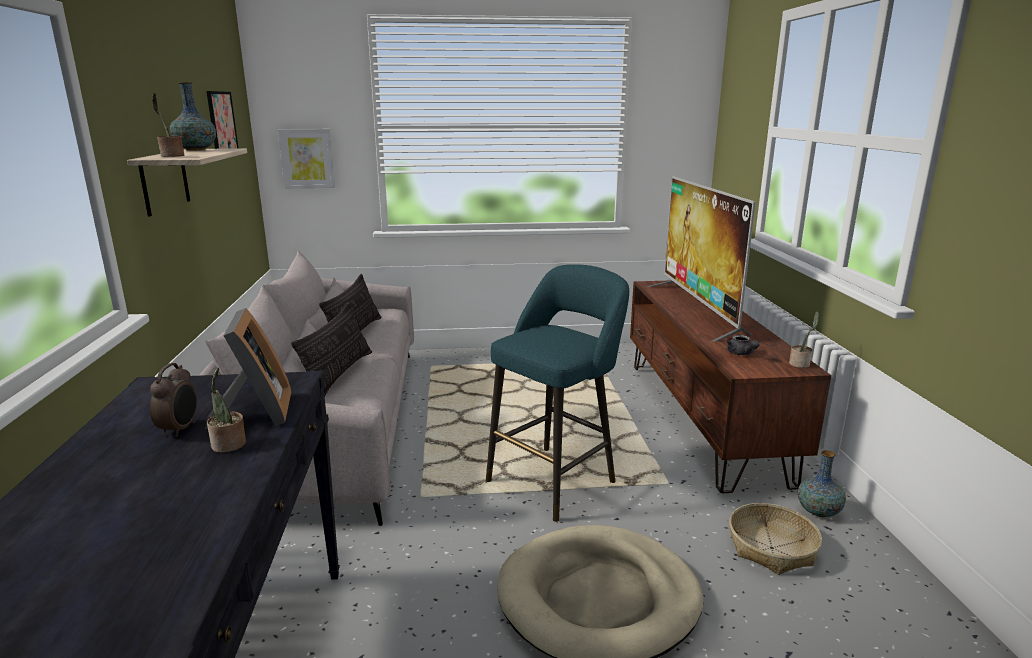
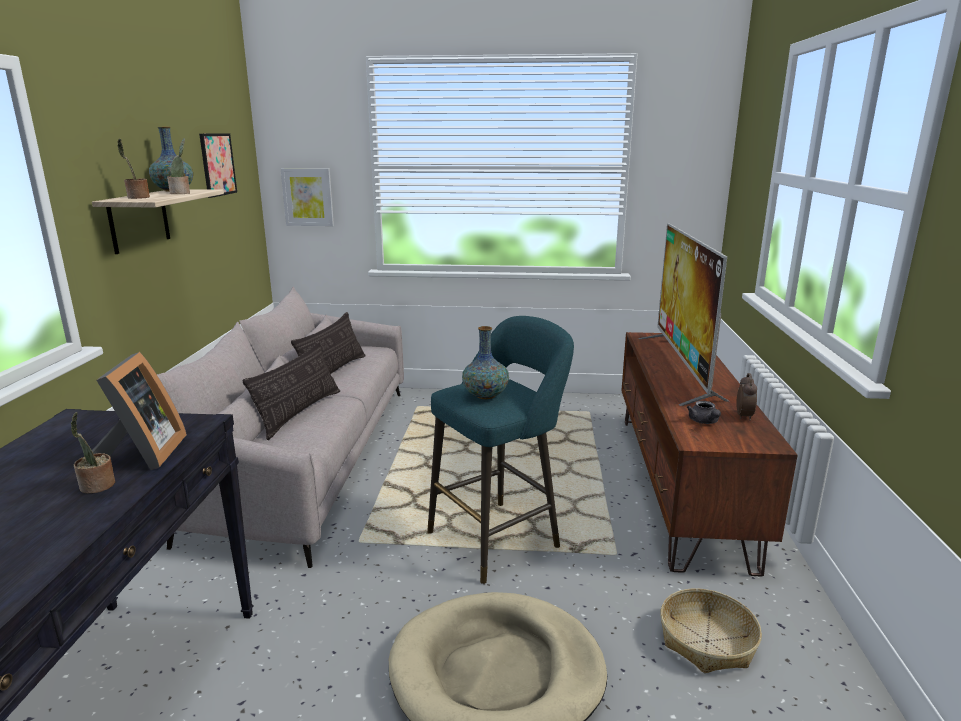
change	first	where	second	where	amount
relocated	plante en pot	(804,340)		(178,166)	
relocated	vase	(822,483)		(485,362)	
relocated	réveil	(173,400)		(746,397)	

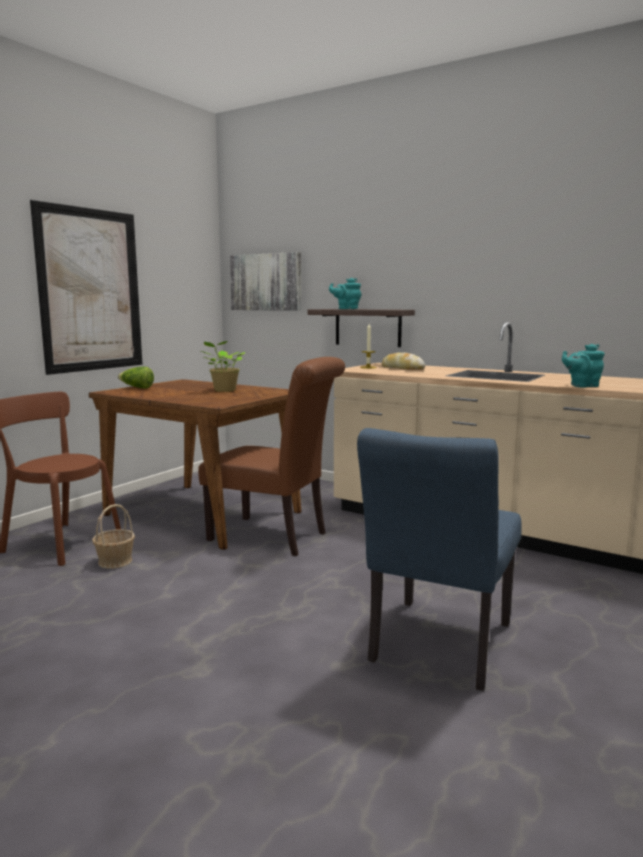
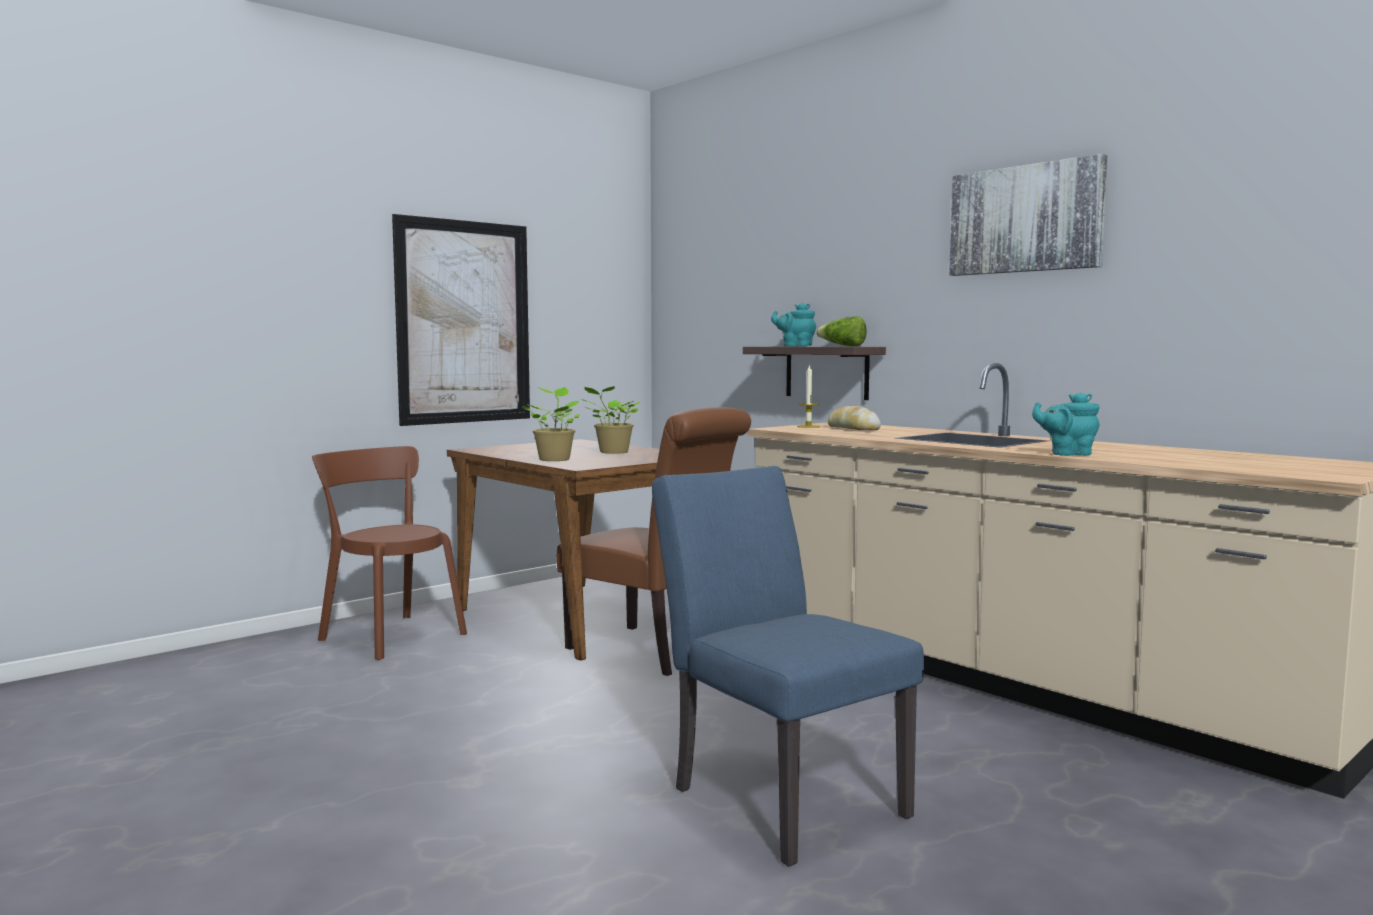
change	first	where	second	where	amount
appeared			plante en pot	(551,424)	
spun	chaise (bleu)	(439,559)		(788,666)	105 degrees clockwise
relocated	laitue	(136,378)		(841,331)	
relocated	tableau	(265,281)		(1028,215)	
missing	panier	(113,536)			

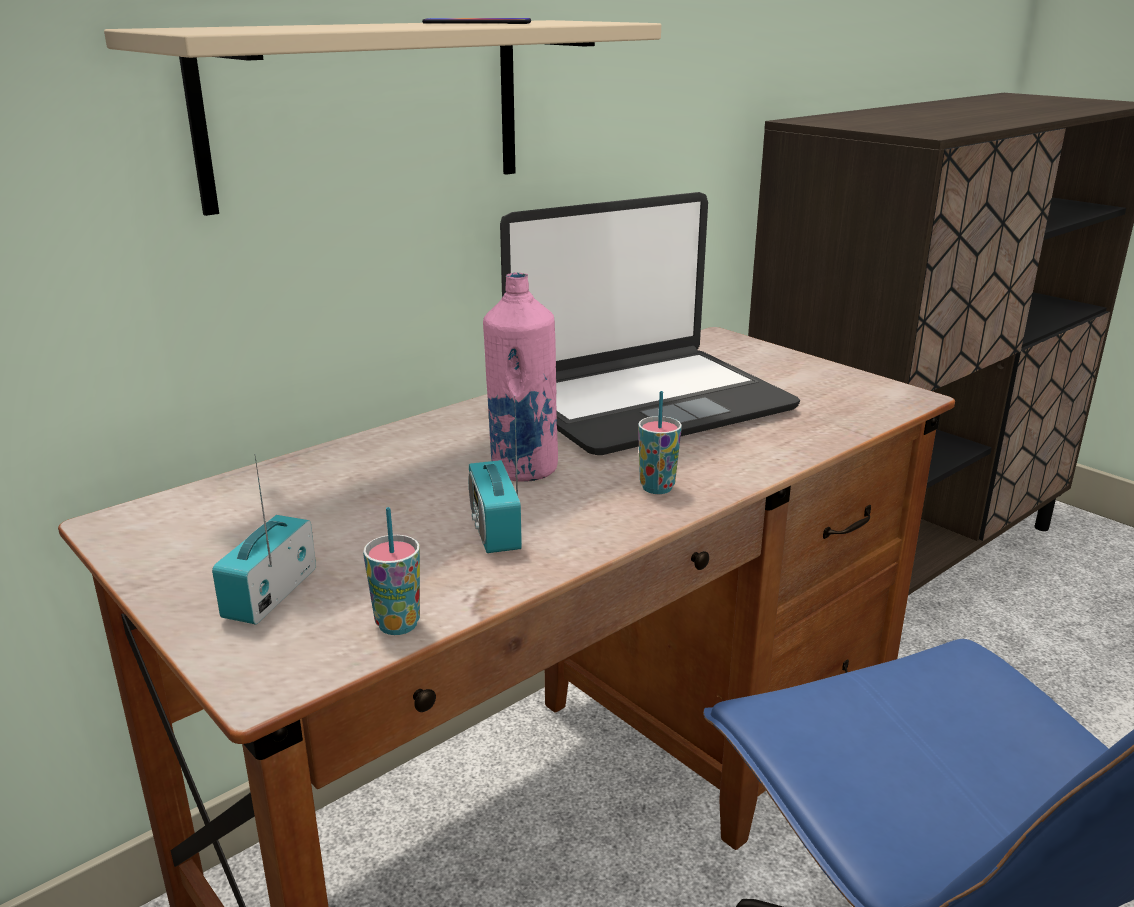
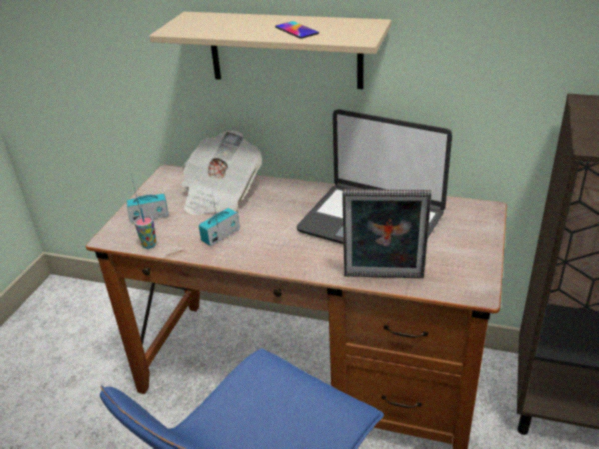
change	first	where	second	where	amount
appeared			journal	(221,173)	
appeared			cadre photo	(386,233)	
missing	bouteille (rose)	(520,377)			
missing	tasse	(660,442)			

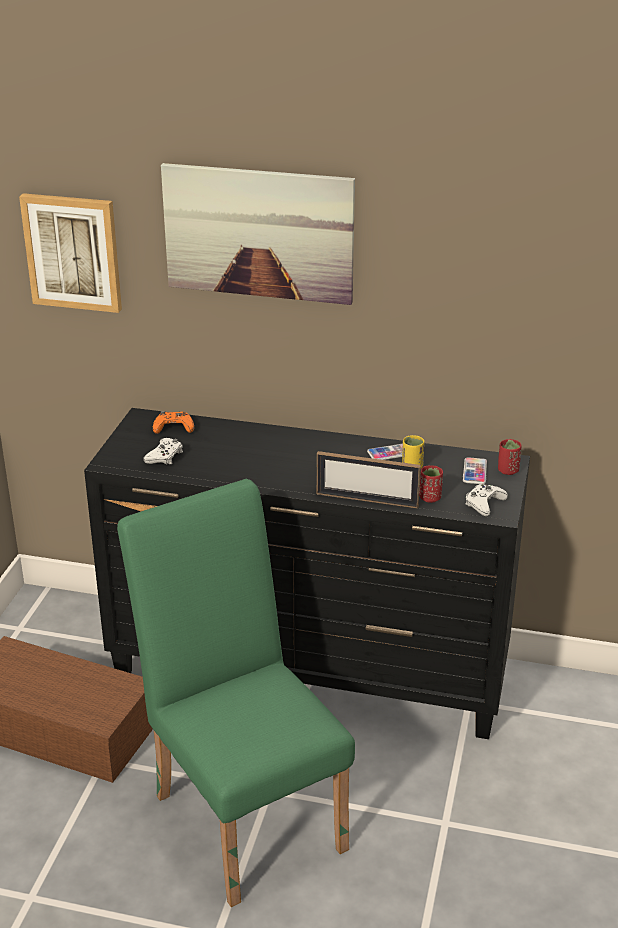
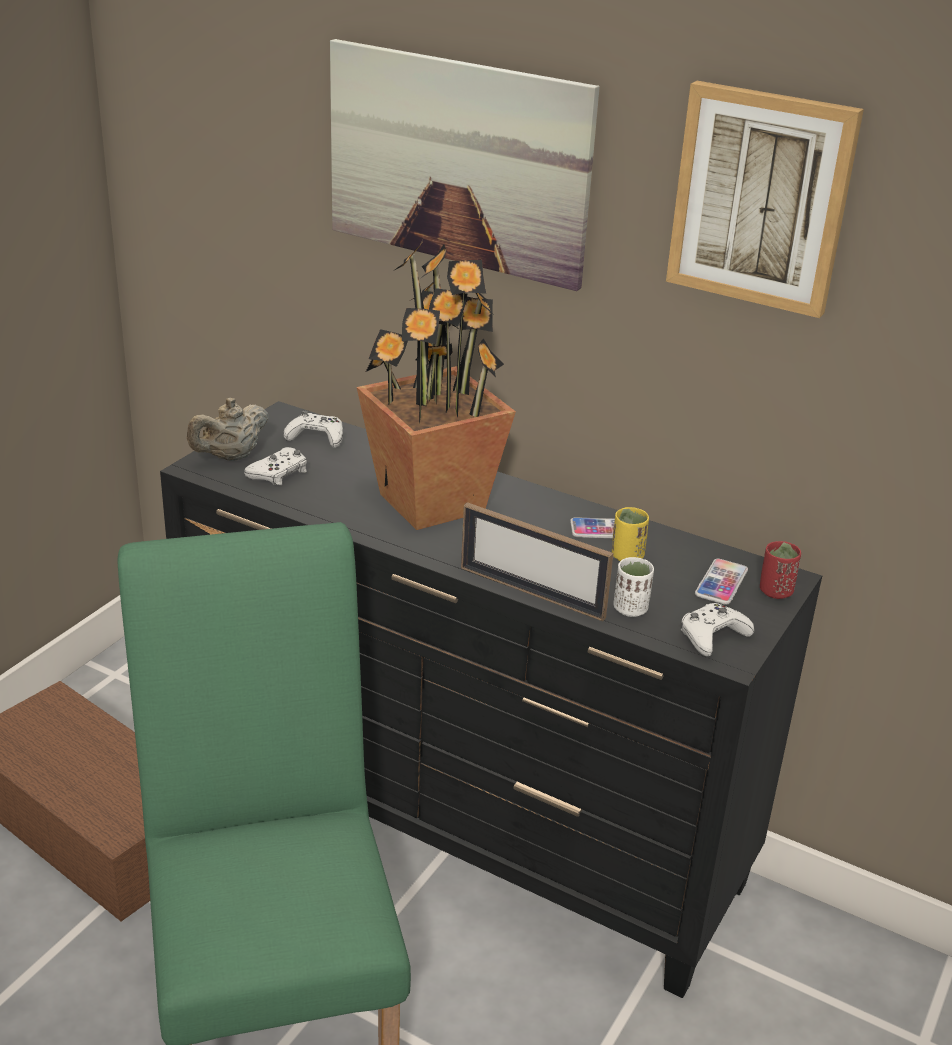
change	first	where	second	where	amount
appeared			théière (beige)	(228,429)	
colour	manette (orange)	(173,422)	manette (blanc)	(313,429)	
appeared			plante en pot	(436,383)	
colour	tasse (rouge)	(431,484)	tasse (blanc)	(633,587)	
relocated	tableau	(70,253)		(765,199)	

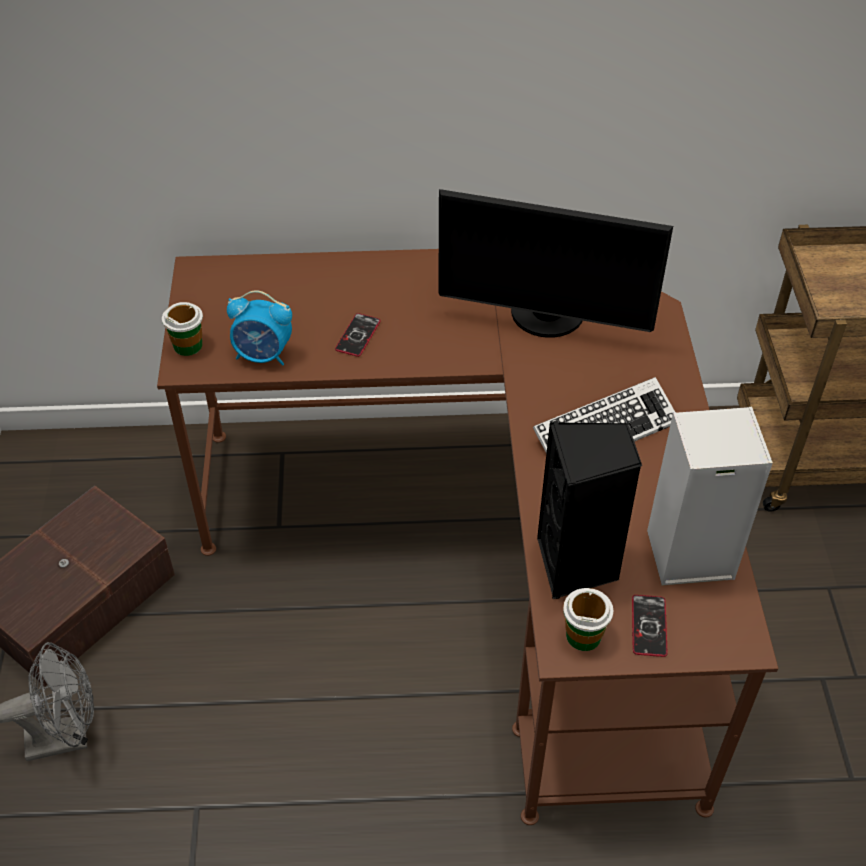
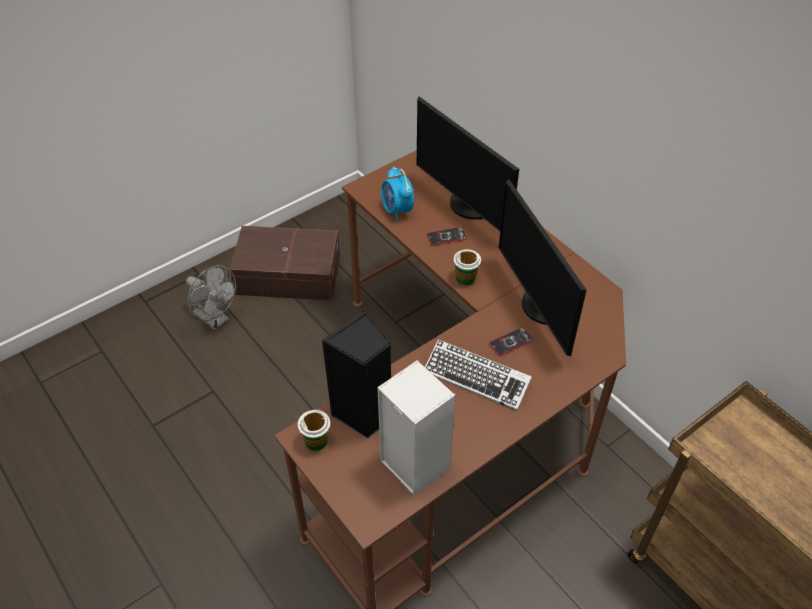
change	first	where	second	where	amount
appeared			écran d'ordinateur	(468,163)	
relocated	tasse	(182,329)		(467,267)	
relocated	téléphone	(650,626)		(511,341)	

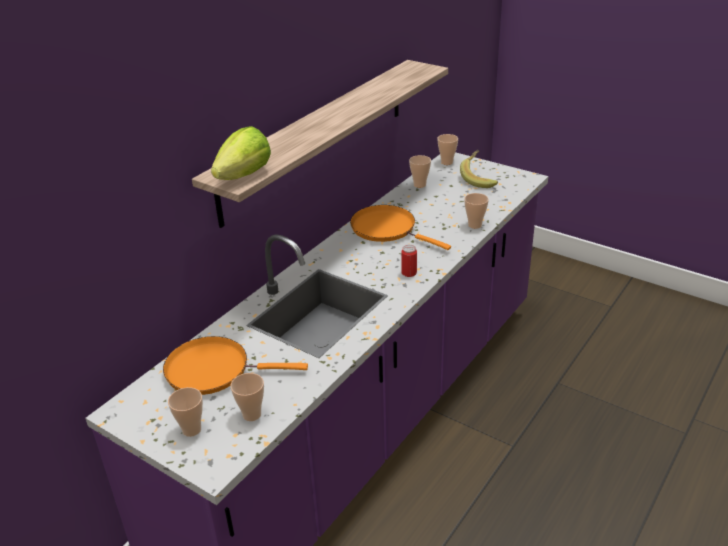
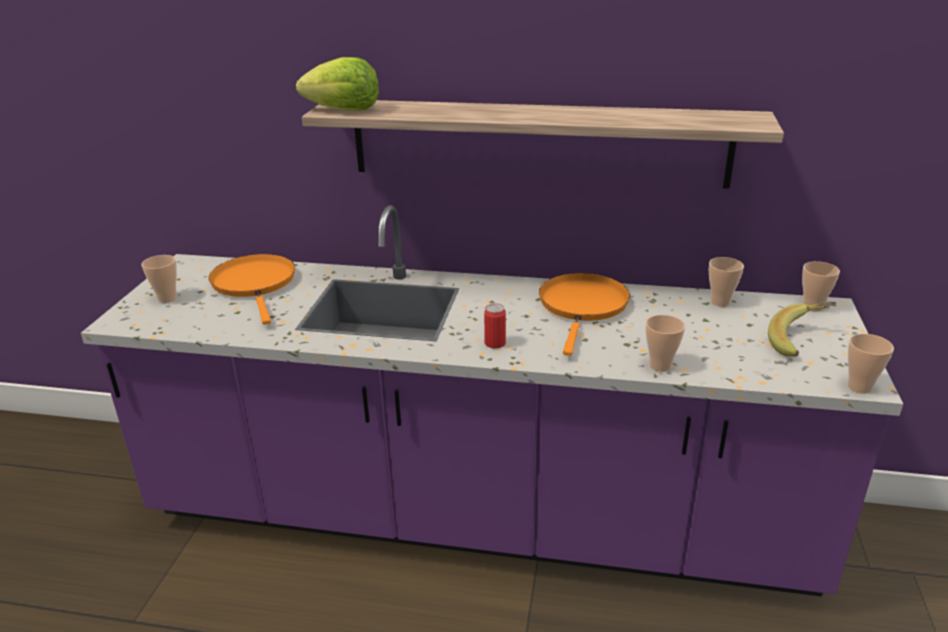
change	first	where	second	where	amount
relocated	tasse	(247,397)		(871,364)	

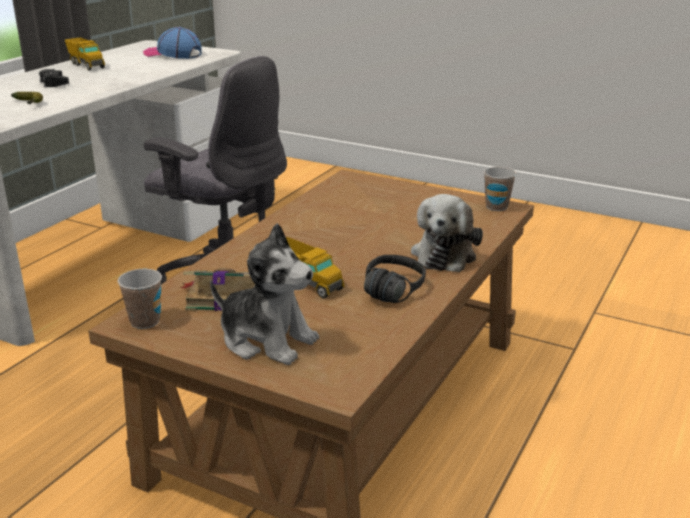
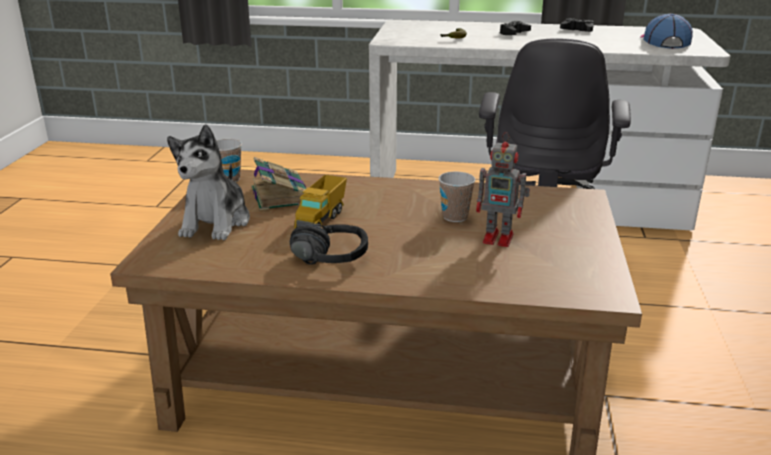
change	first	where	second	where	amount
relocated	tasse	(500,189)		(457,197)	
appeared			robot jouet	(503,189)	
exchanged	camion jouet	(85,53)	manette (noir)	(577,25)	
missing	peluche	(447,233)			

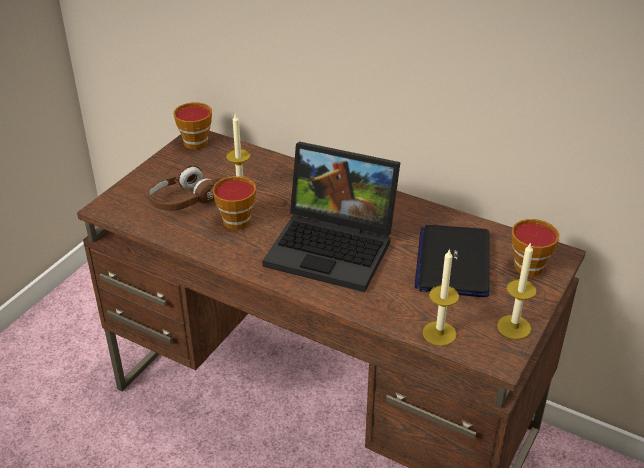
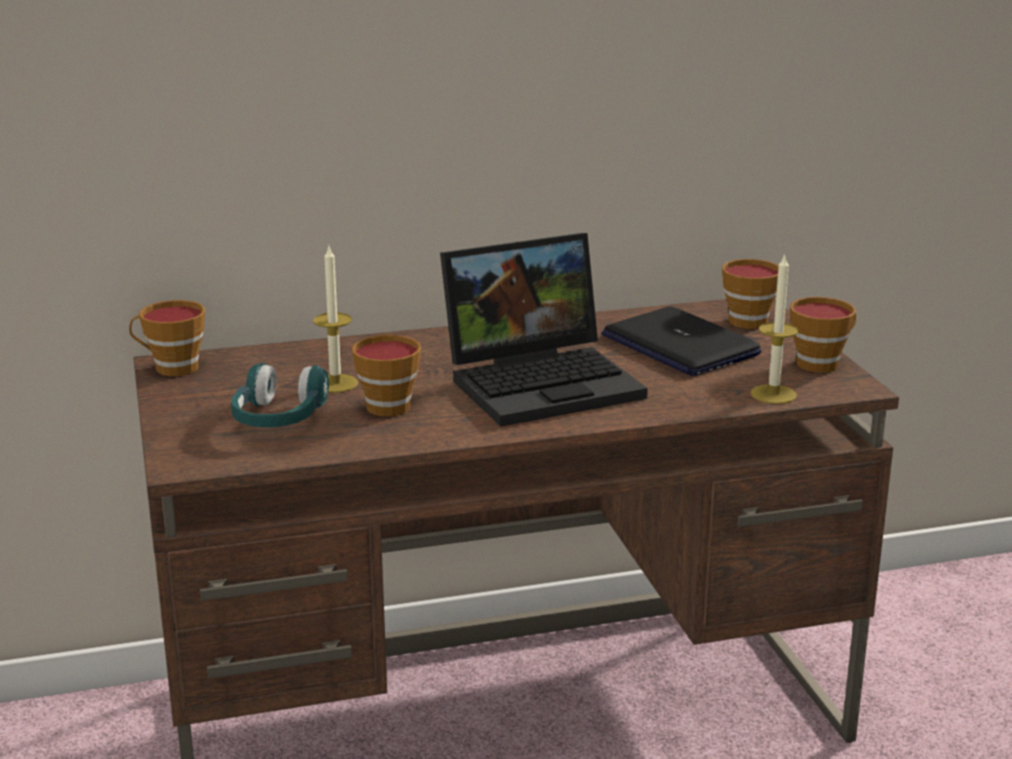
change	first	where	second	where	amount
colour	casque audio (marron)	(182,187)	casque audio (turquoise)	(280,395)	
exchanged	bougie	(517,290)	tasse	(823,335)	

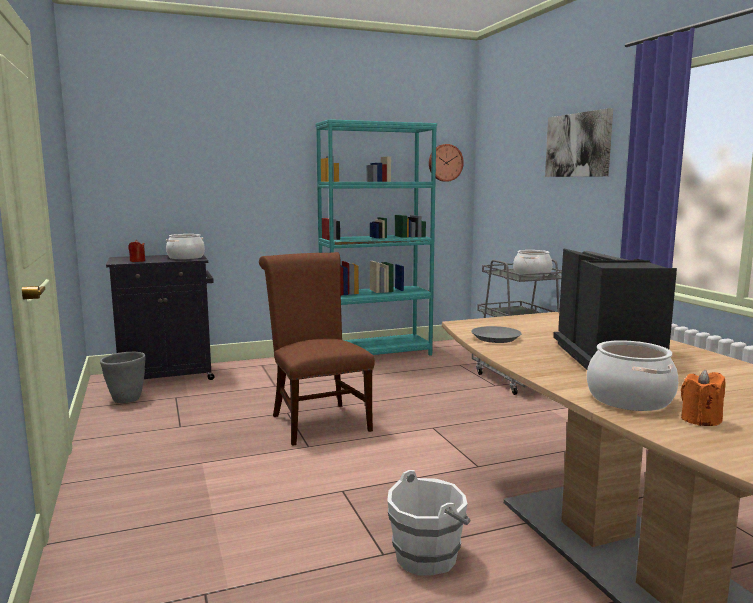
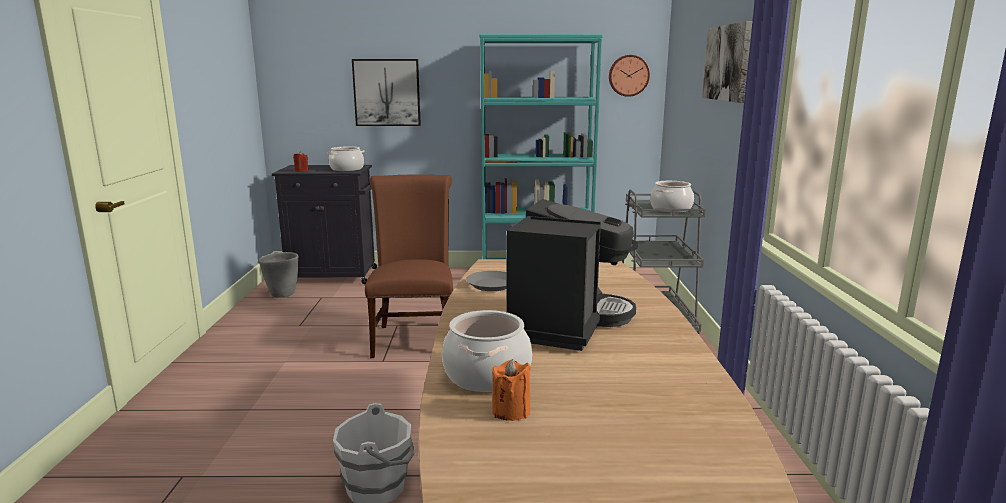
change	first	where	second	where	amount
appeared			tableau	(386,92)	

